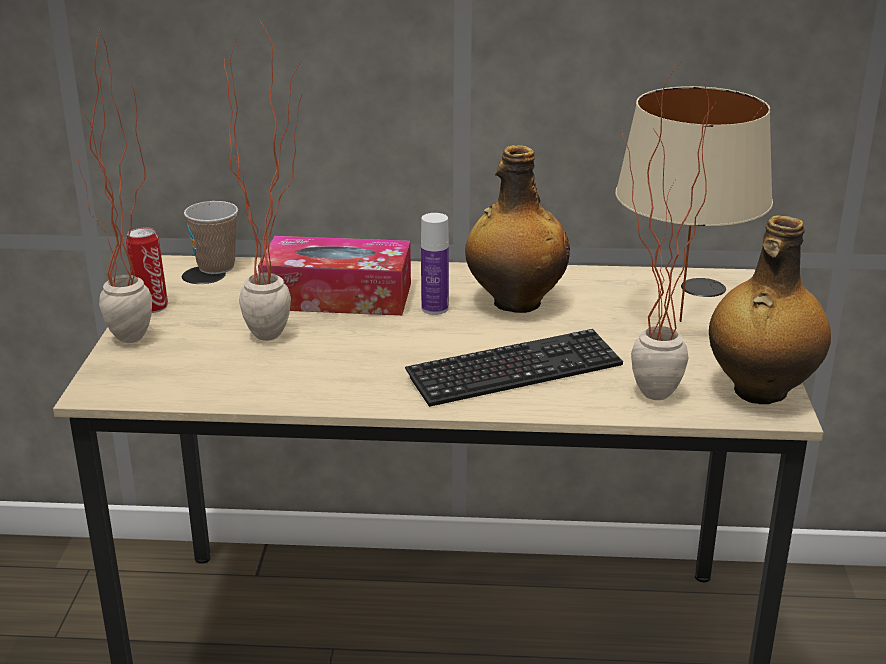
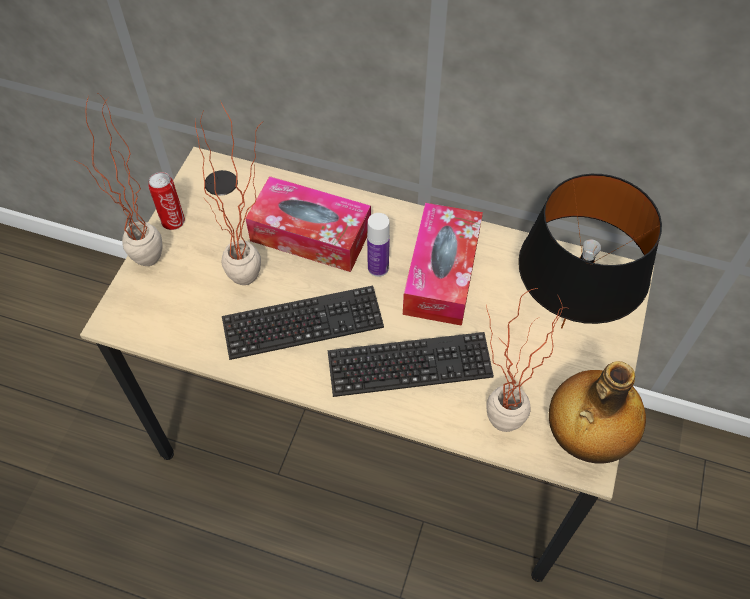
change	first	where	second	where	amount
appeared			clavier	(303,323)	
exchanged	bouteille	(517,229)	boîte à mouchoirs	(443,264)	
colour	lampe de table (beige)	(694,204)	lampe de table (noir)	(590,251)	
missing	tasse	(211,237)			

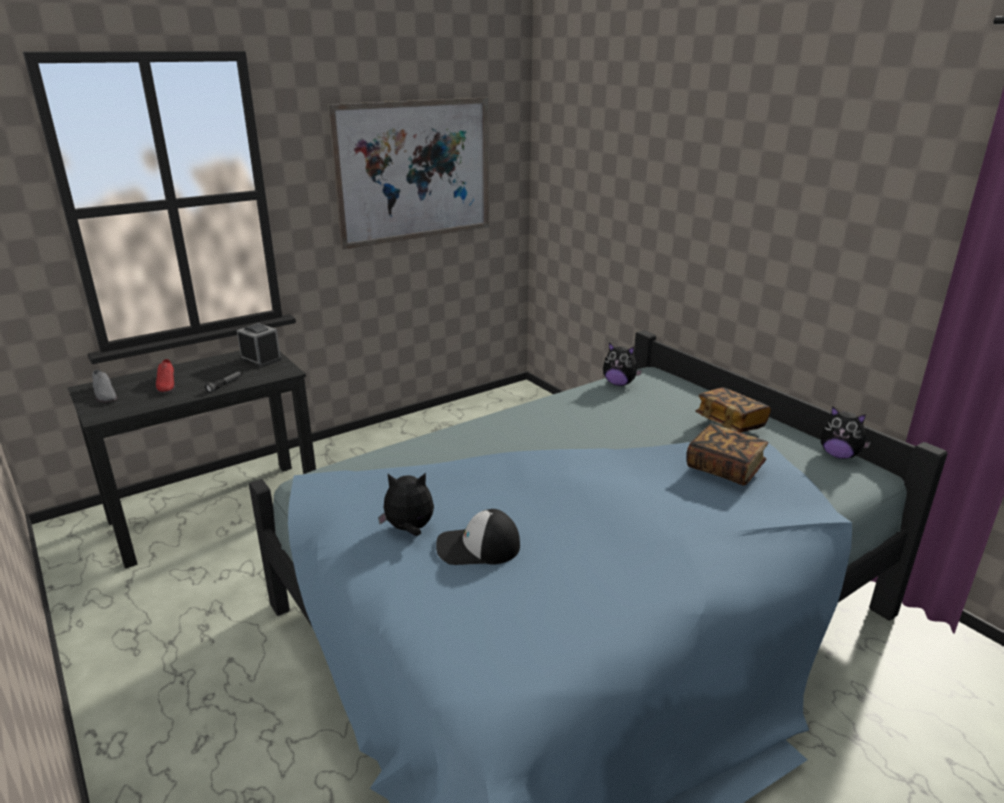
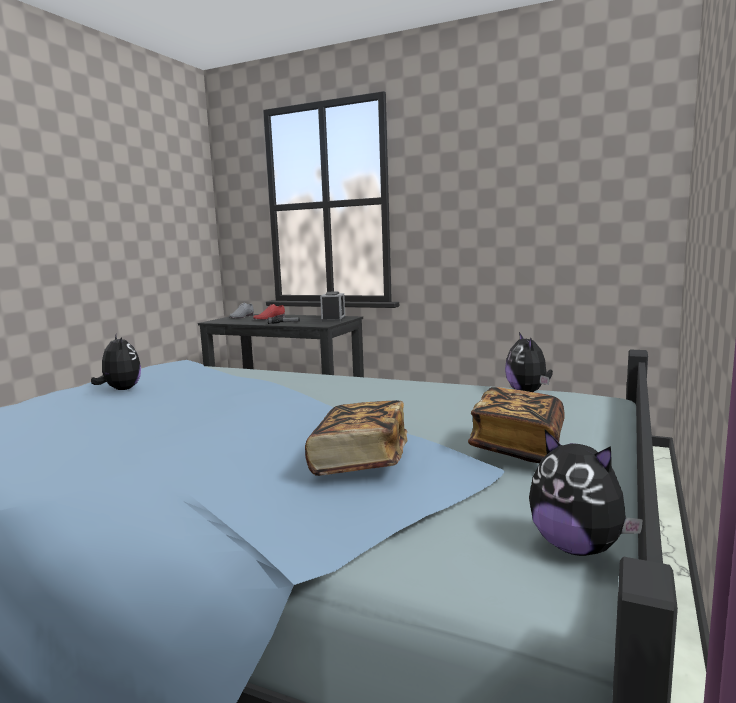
change	first	where	second	where	amount
spun	peluche	(846,432)		(586,493)	45 degrees counterclockwise
missing	tableau	(408,173)			
missing	casquette	(478,537)			

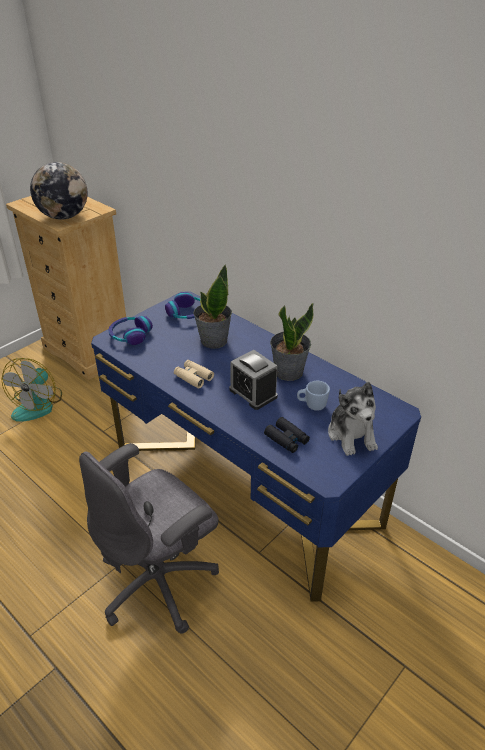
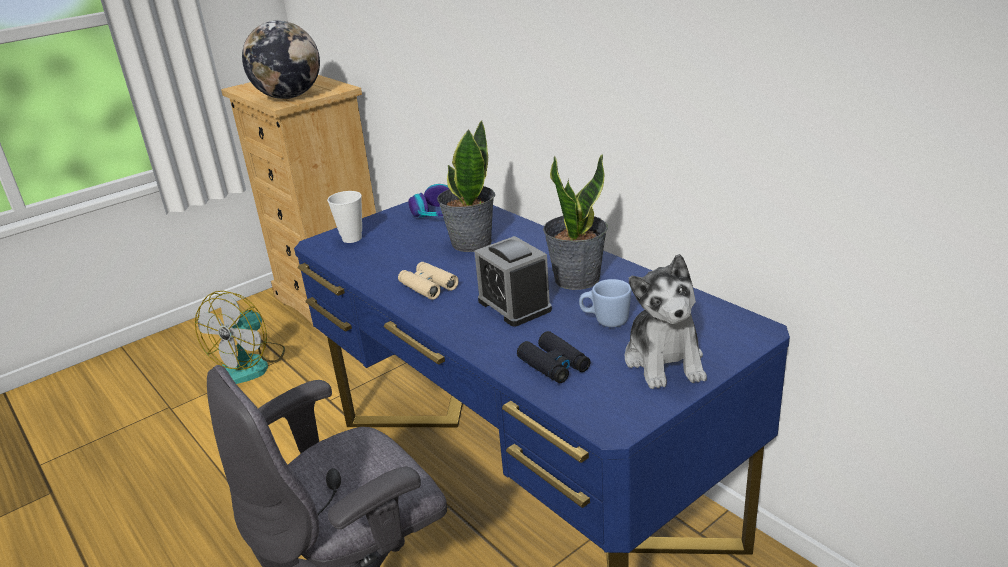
change	first	where	second	where	amount
exchanged	casque audio	(131,330)	tasse	(344,217)	

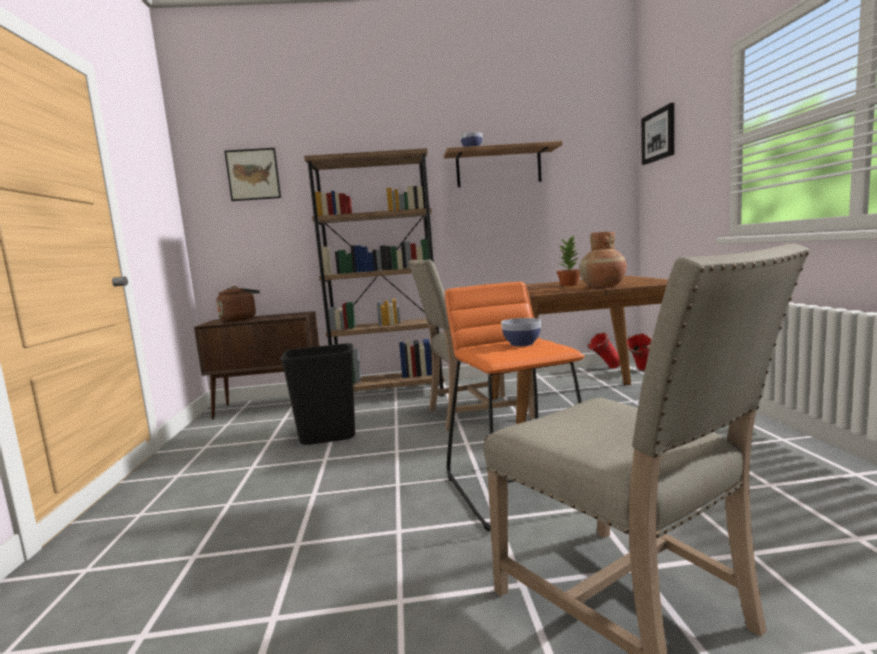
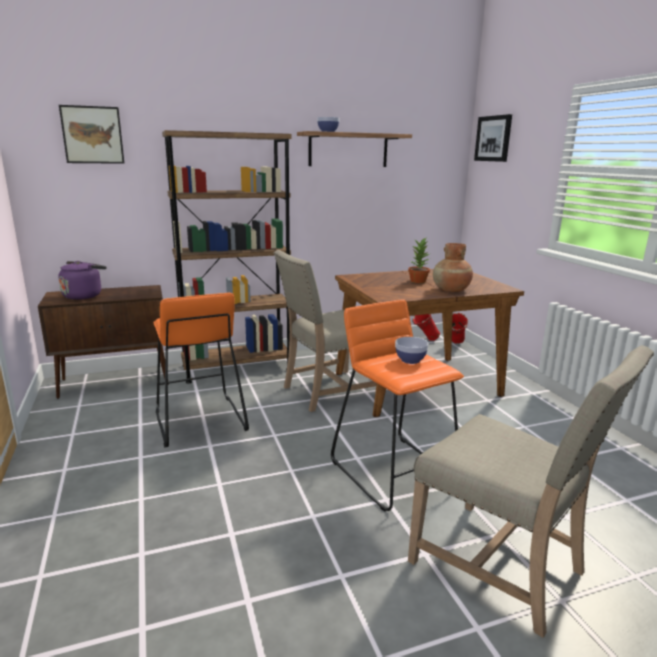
change	first	where	second	where	amount
colour	bouilloire (marron)	(238,304)	bouilloire (violet)	(82,280)	
exchanged	poubelle (noir)	(318,394)	tabouret (orange)	(201,370)	

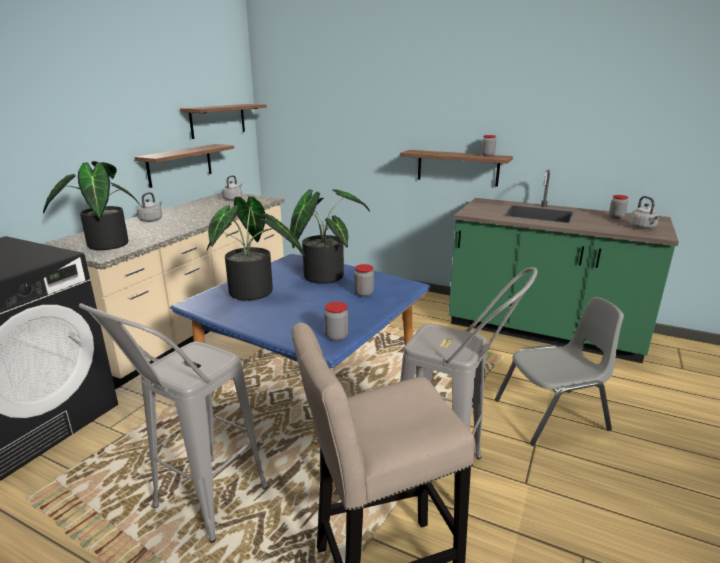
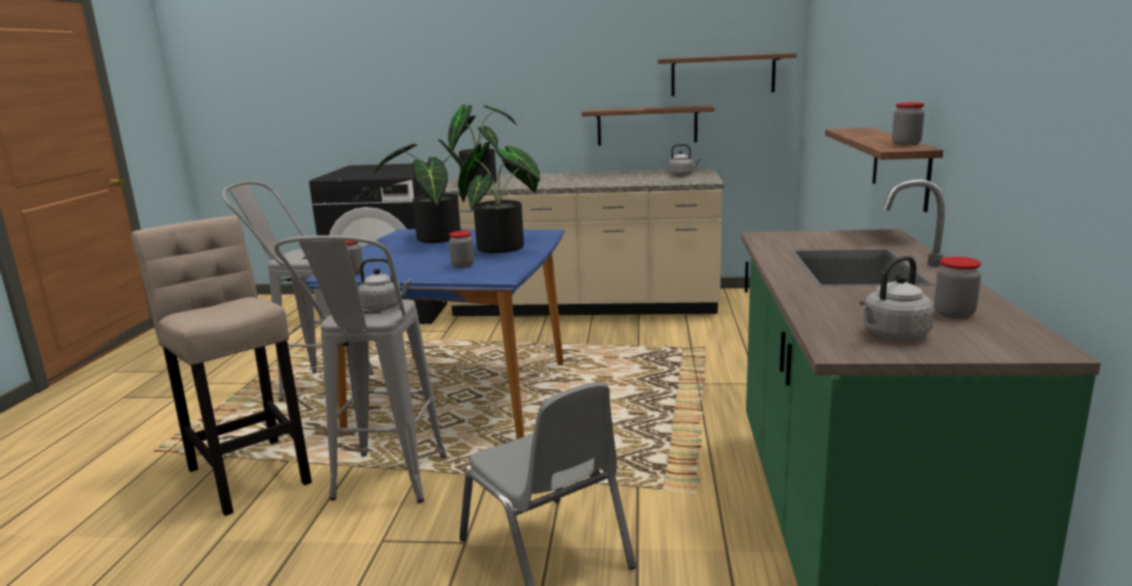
change	first	where	second	where	amount
relocated	bouilloire (gris)	(149,207)		(384,284)	

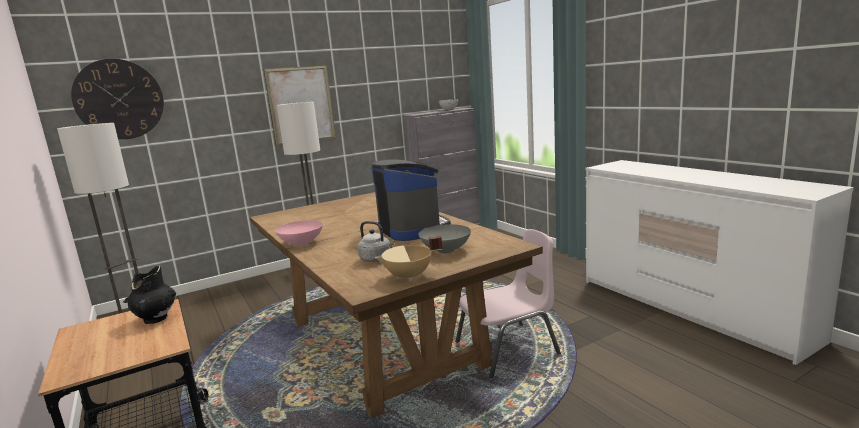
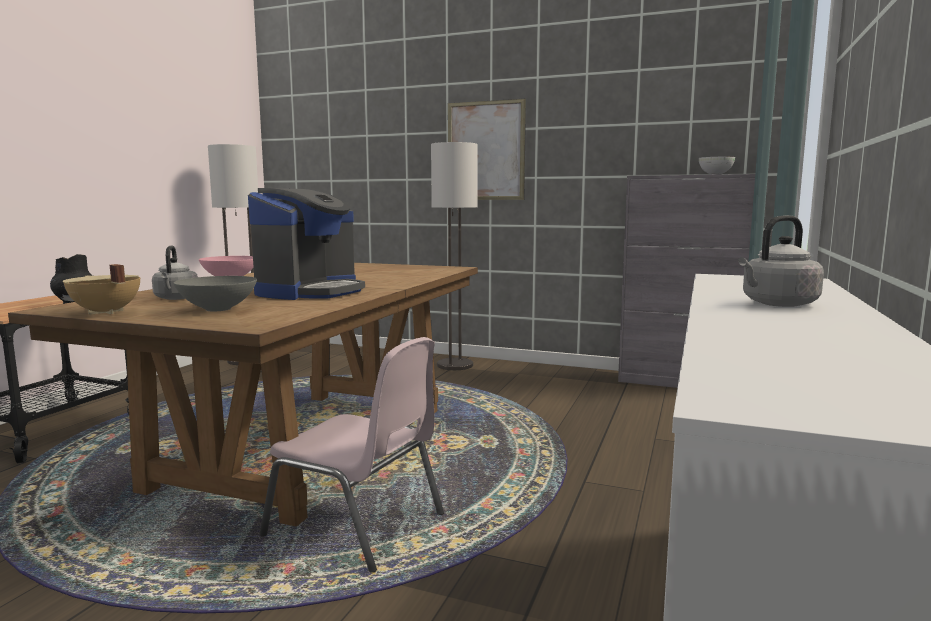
change	first	where	second	where	amount
appeared			bouilloire (gris)	(781,261)	
missing	horloge murale	(117,99)			

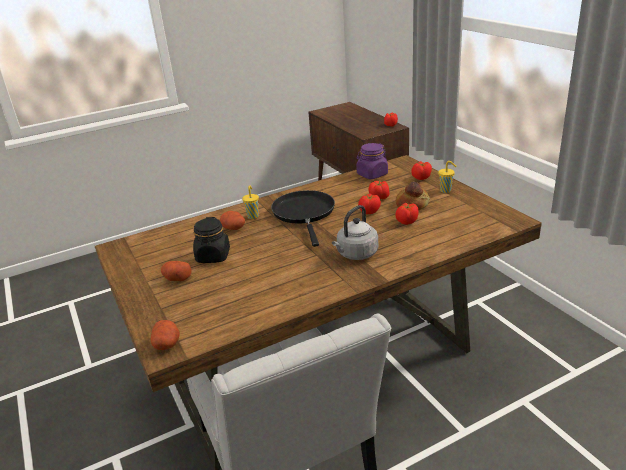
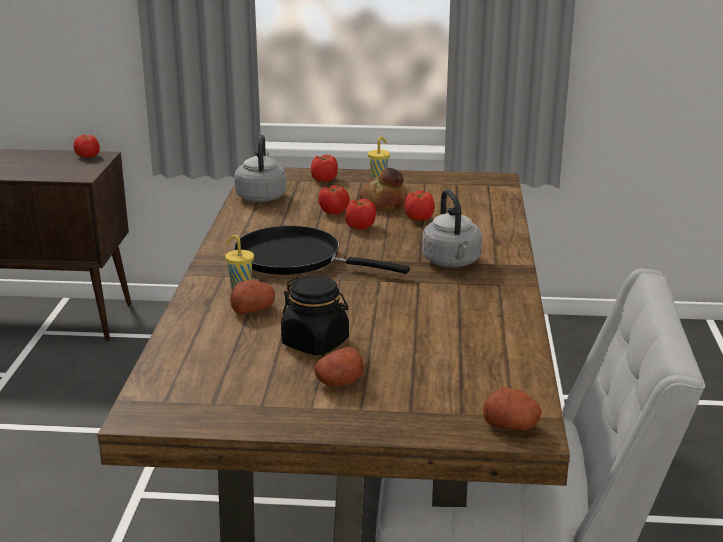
change	first	where	second	where	amount
exchanged	bocal (violet)	(372,161)	bouilloire (gris)	(261,168)	

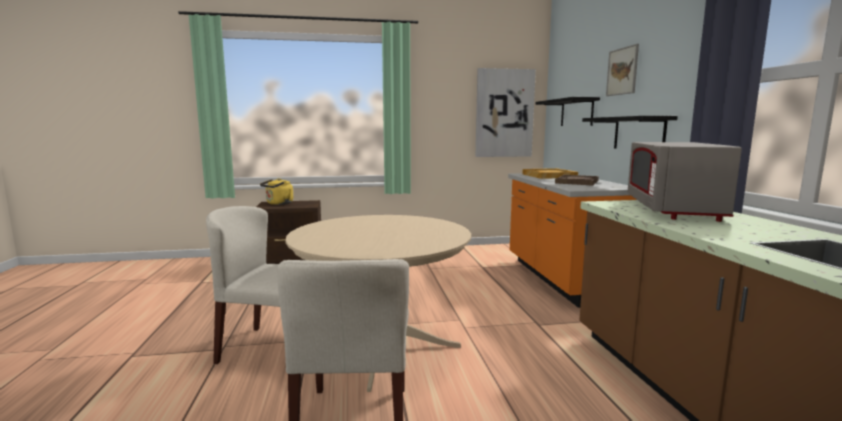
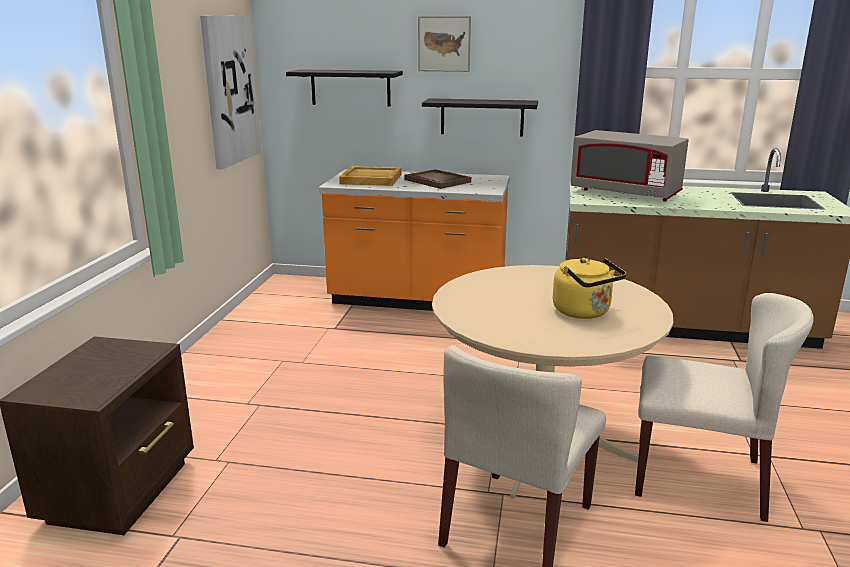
change	first	where	second	where	amount
relocated	bouilloire (jaune)	(276,191)		(589,288)	

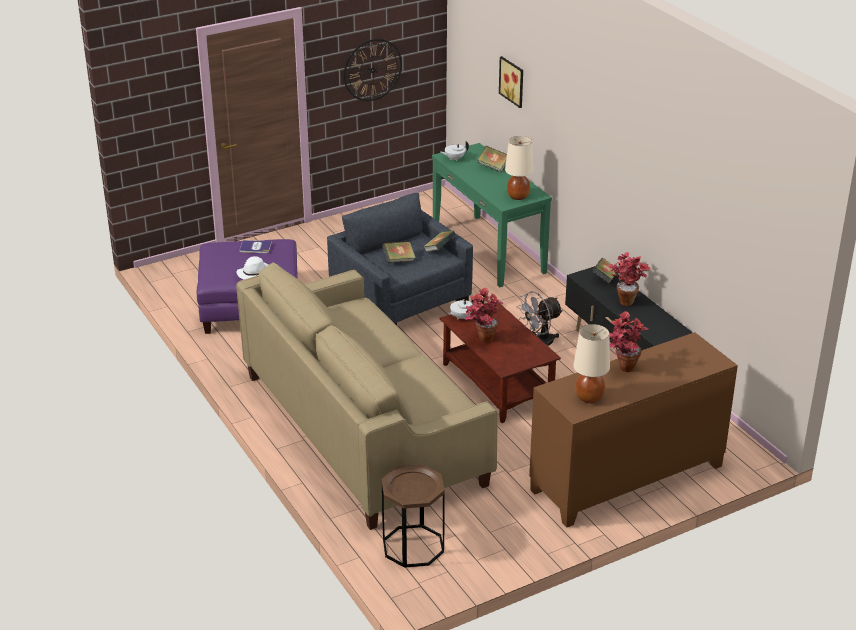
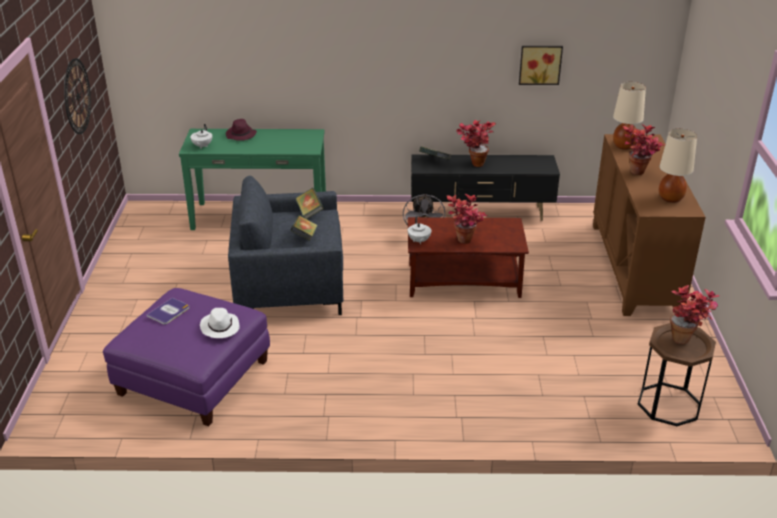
change	first	where	second	where	amount
exchanged	livre	(492,159)	chapeau (violet)	(241,130)	
relocated	tableau	(511,82)		(541,65)	
relocated	lampe de table (beige)	(519,168)		(629,116)	
appeared			plante en pot	(695,314)	
missing	canapé (beige)	(367,396)			

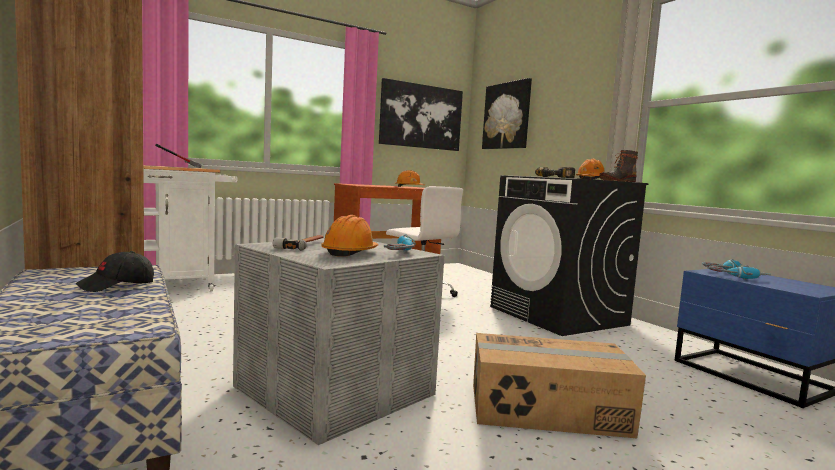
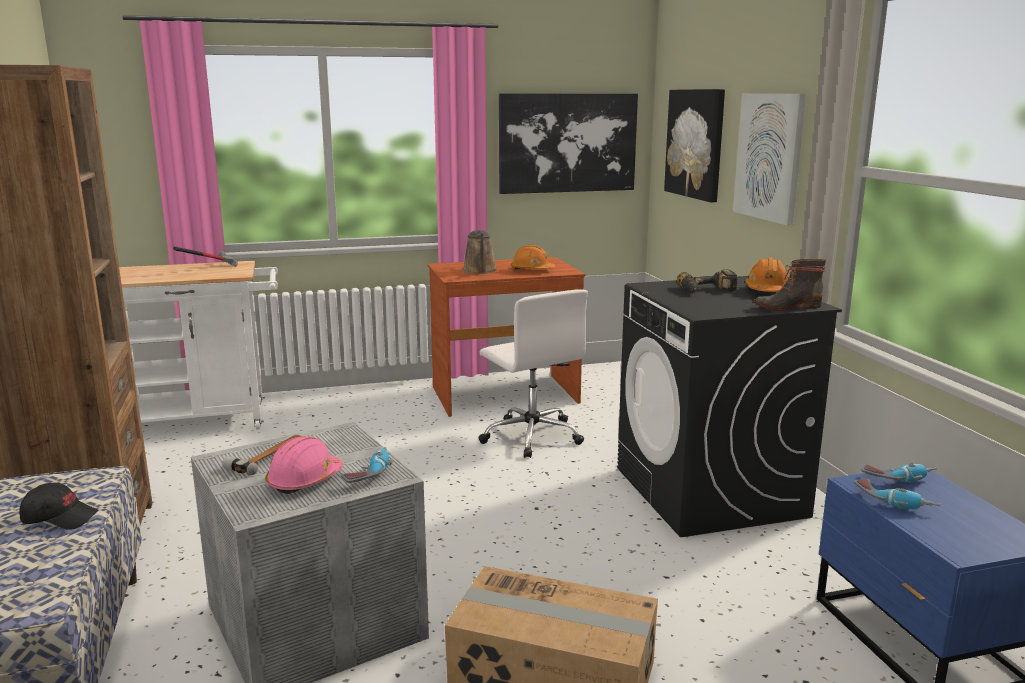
change	first	where	second	where	amount
spun	casquette (noir)	(115,271)		(59,506)	150 degrees counterclockwise
colour	casque de chantier (orange)	(349,236)	casque de chantier (rose)	(304,465)	
appeared			arrosoir (marron)	(480,252)	
appeared			tableau	(769,159)	

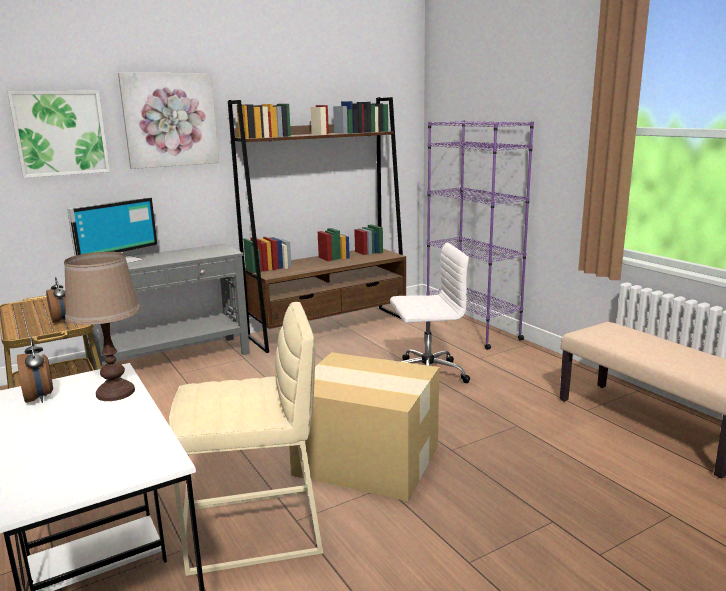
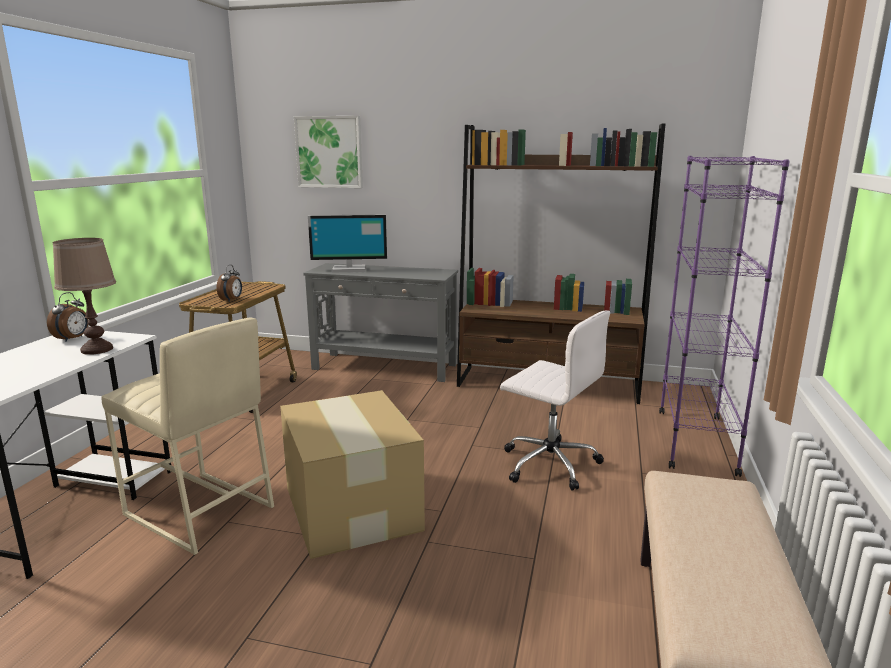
change	first	where	second	where	amount
missing	tableau	(168,121)			

